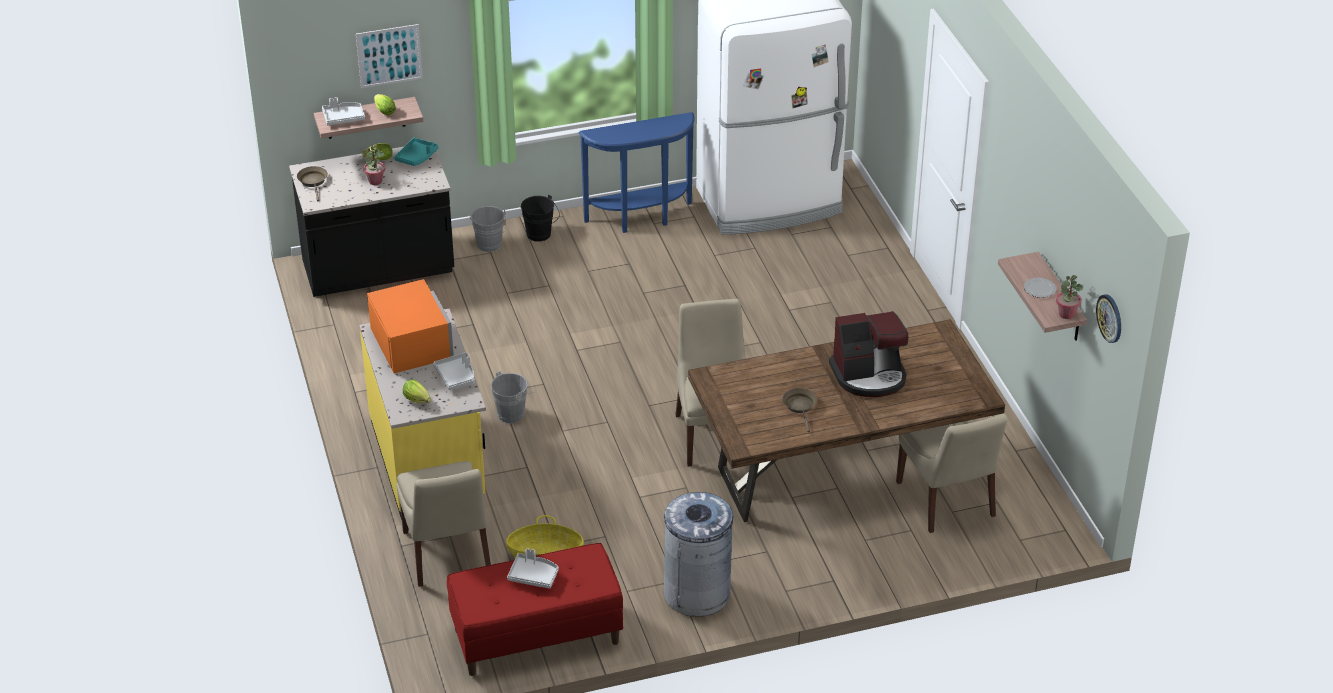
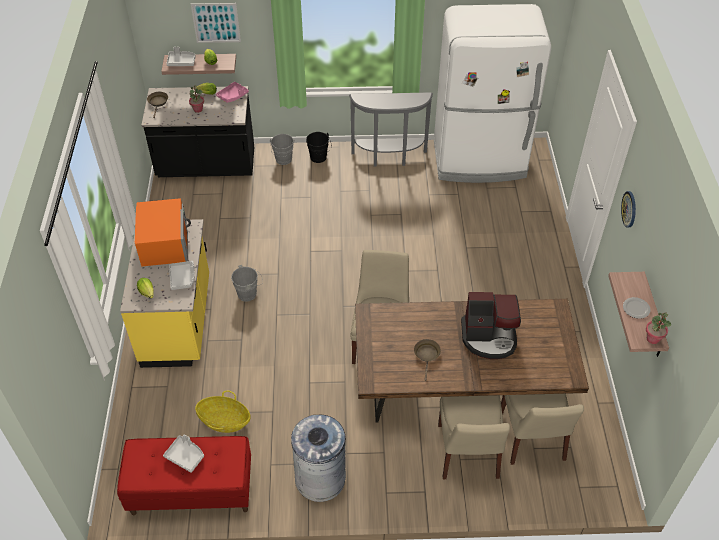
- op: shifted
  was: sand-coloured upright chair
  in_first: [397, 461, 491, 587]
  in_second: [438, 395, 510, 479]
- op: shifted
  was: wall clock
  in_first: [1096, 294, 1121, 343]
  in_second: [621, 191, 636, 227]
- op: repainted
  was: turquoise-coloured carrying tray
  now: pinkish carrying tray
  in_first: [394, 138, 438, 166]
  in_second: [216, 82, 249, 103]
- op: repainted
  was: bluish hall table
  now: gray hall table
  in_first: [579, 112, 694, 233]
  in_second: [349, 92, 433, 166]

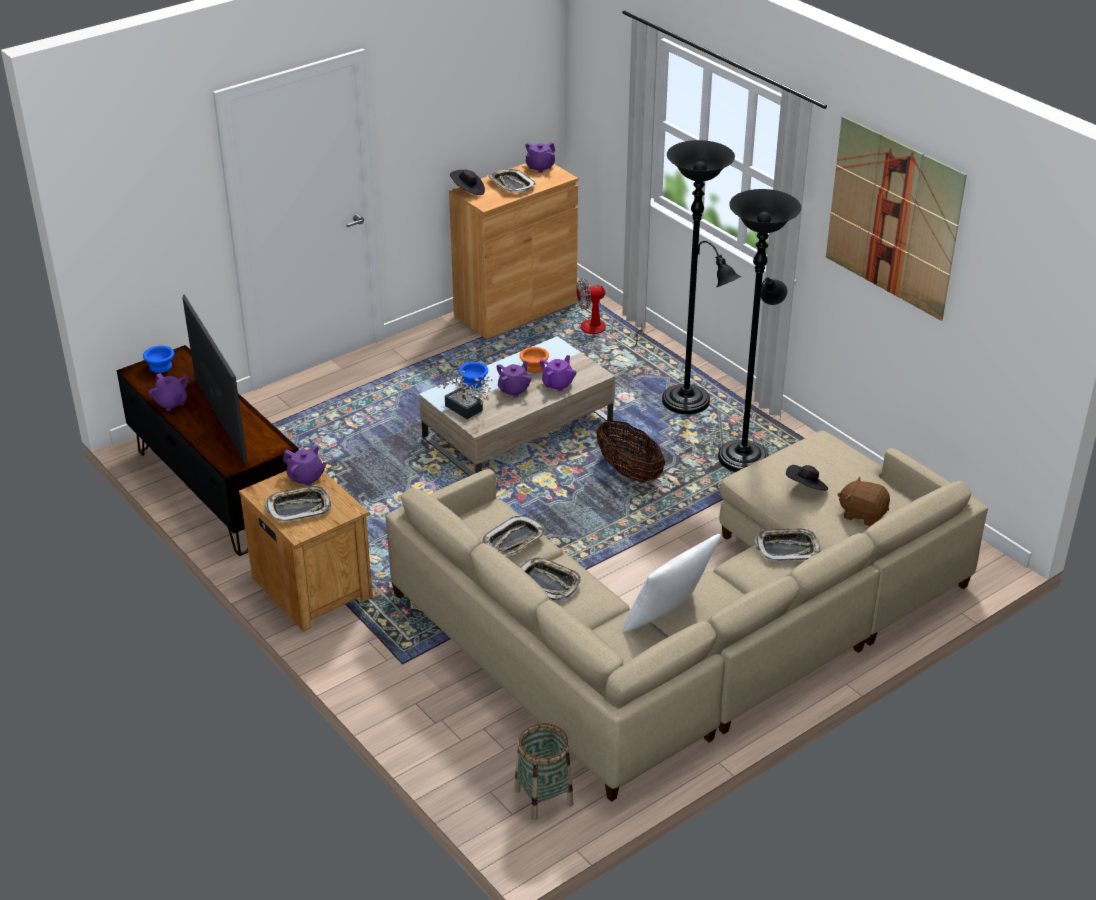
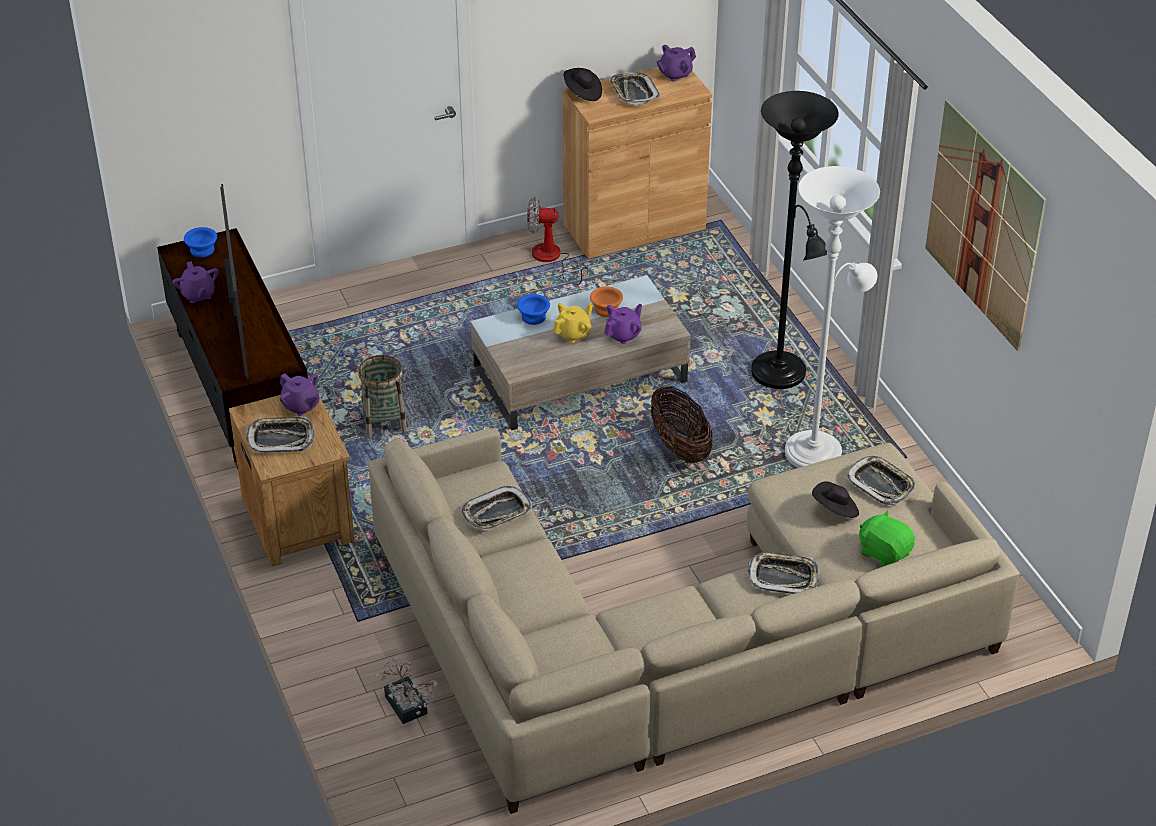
- op: gone
  was: white throw pillow
  in_first: [622, 534, 721, 632]
- op: shifted
  was: potted plant
  in_first: [438, 370, 493, 419]
  in_second: [375, 657, 439, 724]
- op: shifted
  was: basket
  in_first: [514, 723, 574, 820]
  in_second: [358, 355, 407, 437]
- op: shifted
  was: carrying tray
  in_first: [520, 558, 581, 601]
  in_second: [846, 456, 916, 505]
- op: shifted
  was: fan
  in_first: [576, 278, 643, 348]
  in_second: [527, 197, 588, 285]
- op: repainted
  was: purple tea pot
  now: yellowish tea pot
  in_first: [497, 361, 531, 397]
  in_second: [553, 303, 593, 343]
- op: repainted
  was: black-coloured standing lamp
  now: white standing lamp
  in_first: [718, 189, 801, 472]
  in_second: [785, 166, 880, 468]
- op: repainted
  was: brownish soft toy
  now: green soft toy
  in_first: [837, 477, 890, 526]
  in_second: [859, 510, 915, 566]

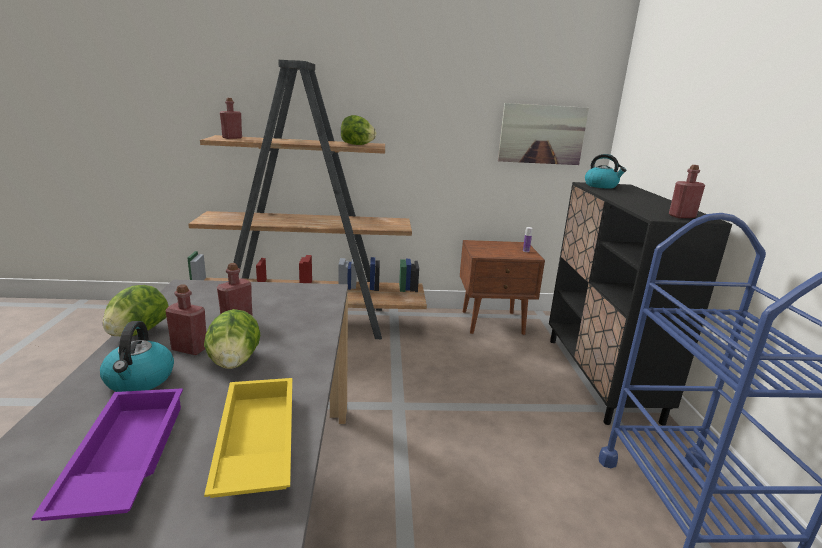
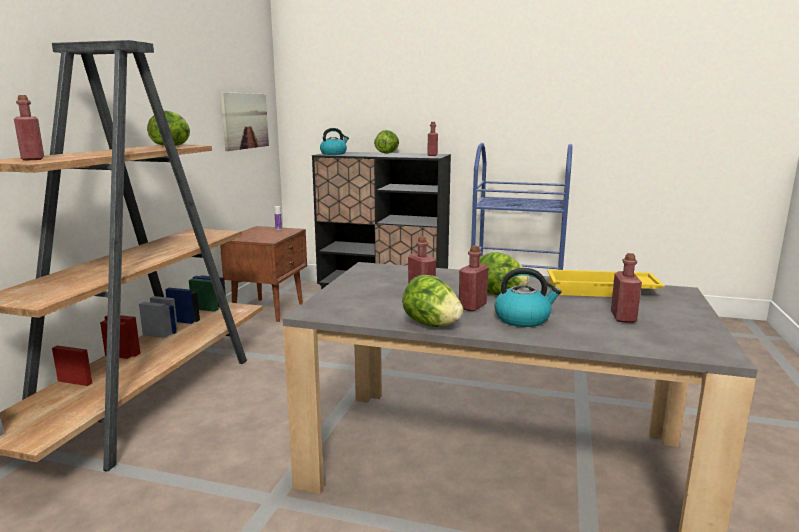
- op: new
  now: lettuce head
  in_second: [374, 130, 399, 154]
- op: swapped
  was: purple carrying tray
  now: red-coloured bottle
  in_first: [32, 388, 183, 521]
  in_second: [611, 253, 642, 323]

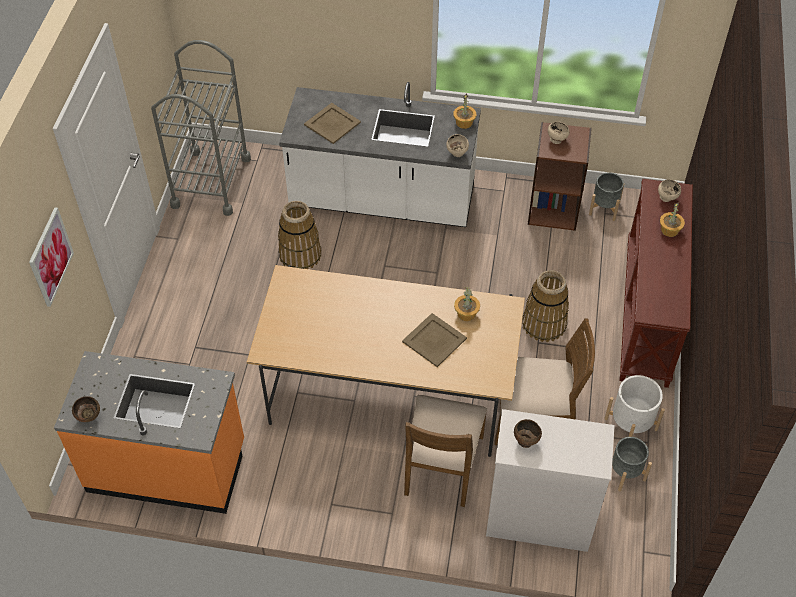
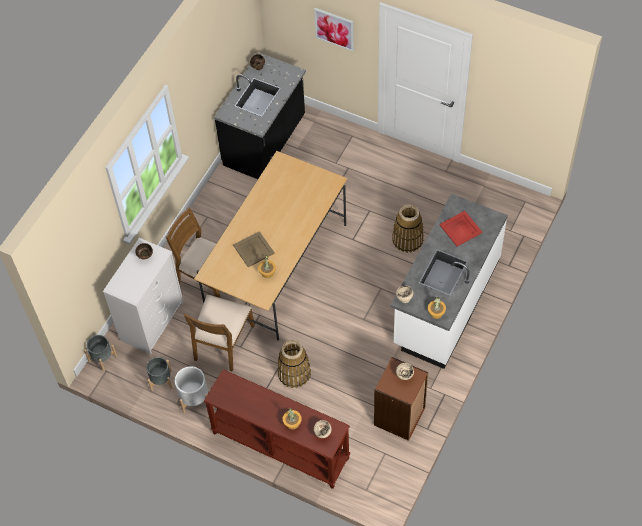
- op: gone
  was: gray trolley
  in_first: [151, 40, 251, 216]
- op: shifted
  was: gray planter
  in_first: [589, 172, 624, 221]
  in_second: [84, 335, 117, 372]
- op: repainted
  was: orange-coloured kitchen base unit
  now: black-coloured kitchen base unit
  in_first: [54, 351, 244, 514]
  in_second: [214, 52, 306, 179]
- op: repainted
  was: sand-coloured carrying tray
  now: red-coloured carrying tray
  in_first: [304, 103, 361, 144]
  in_second: [439, 211, 482, 246]

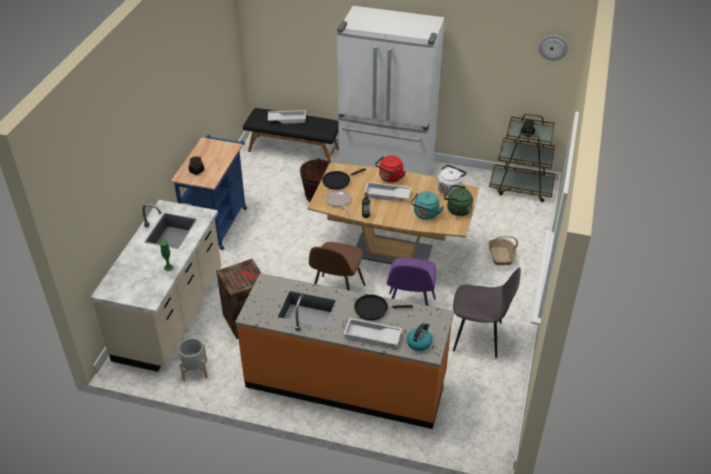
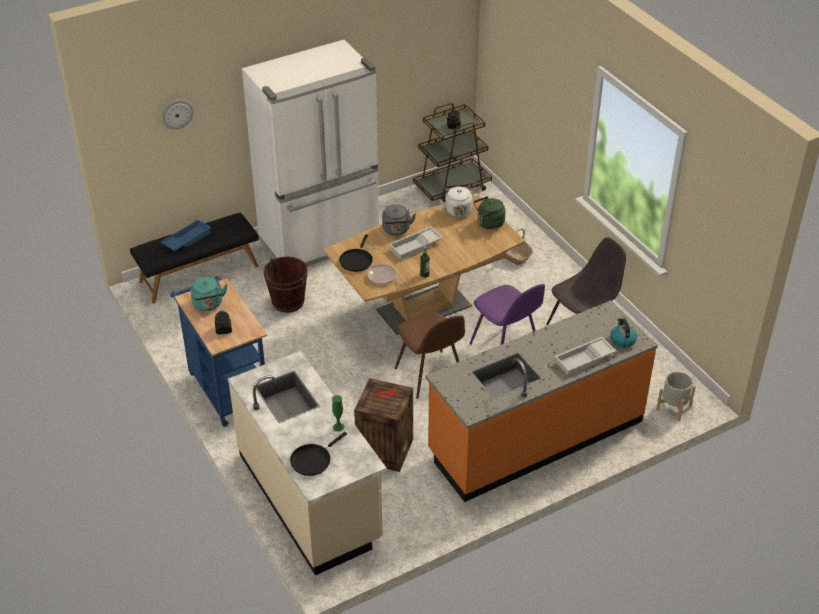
- op: shifted
  was: gray planter
  in_first: [178, 338, 207, 381]
  in_second: [656, 372, 696, 421]
- op: shifted
  was: black-coloured frying pan
  in_first: [354, 294, 413, 320]
  in_second: [290, 432, 347, 476]
- op: shifted
  was: turquoise-coloured tea kettle
  in_first: [411, 191, 444, 220]
  in_second: [191, 277, 227, 311]
- op: shifted
  was: wall clock
  in_first: [539, 35, 568, 61]
  in_second: [161, 99, 194, 130]
- op: repainted
  was: white carrying tray
  now: bluish carrying tray
  in_first: [268, 110, 306, 124]
  in_second: [161, 219, 212, 251]
- op: repainted
  was: red-coloured tea kettle
  now: gray tea kettle
  in_first: [375, 156, 406, 182]
  in_second: [382, 204, 416, 236]

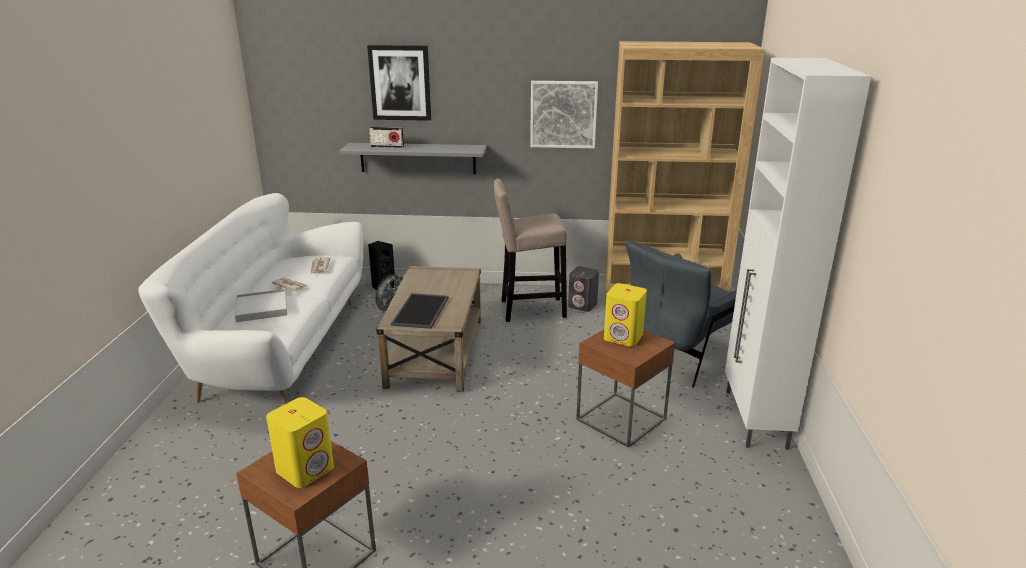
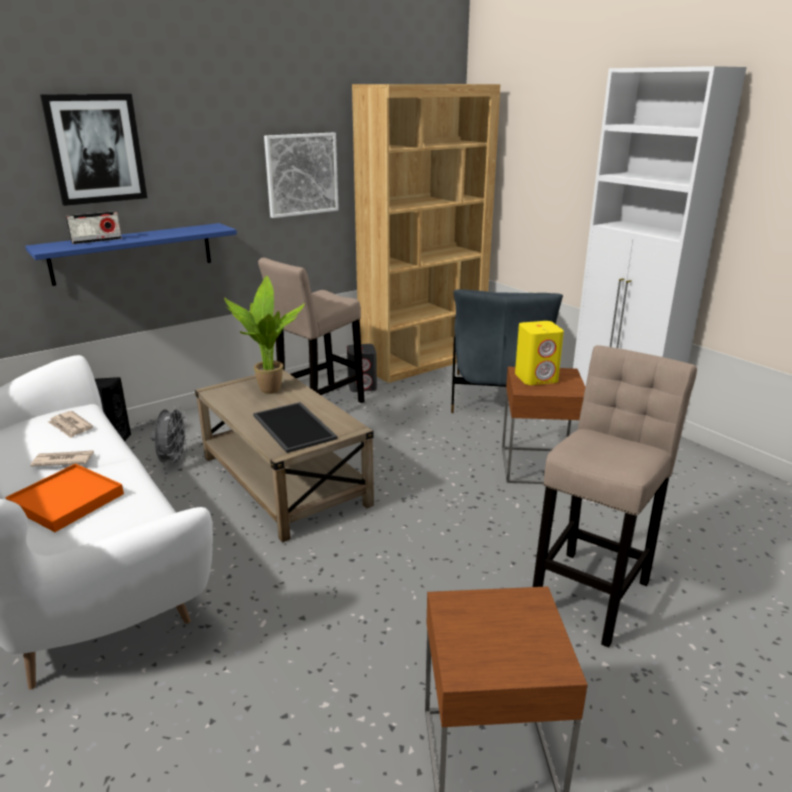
- op: gone
  was: yellowish speaker
  in_first: [266, 397, 334, 488]
- op: new
  now: potted plant
  in_second: [224, 276, 305, 394]
- op: new
  now: sand-coloured stool seat
  in_second: [533, 345, 697, 648]
- op: repainted
  was: white carrying tray
  now: orange-coloured carrying tray
  in_first: [235, 289, 287, 322]
  in_second: [5, 464, 124, 532]
- op: repainted
  was: gray wall shelf
  now: bluish wall shelf
  in_first: [339, 143, 487, 174]
  in_second: [25, 223, 237, 286]

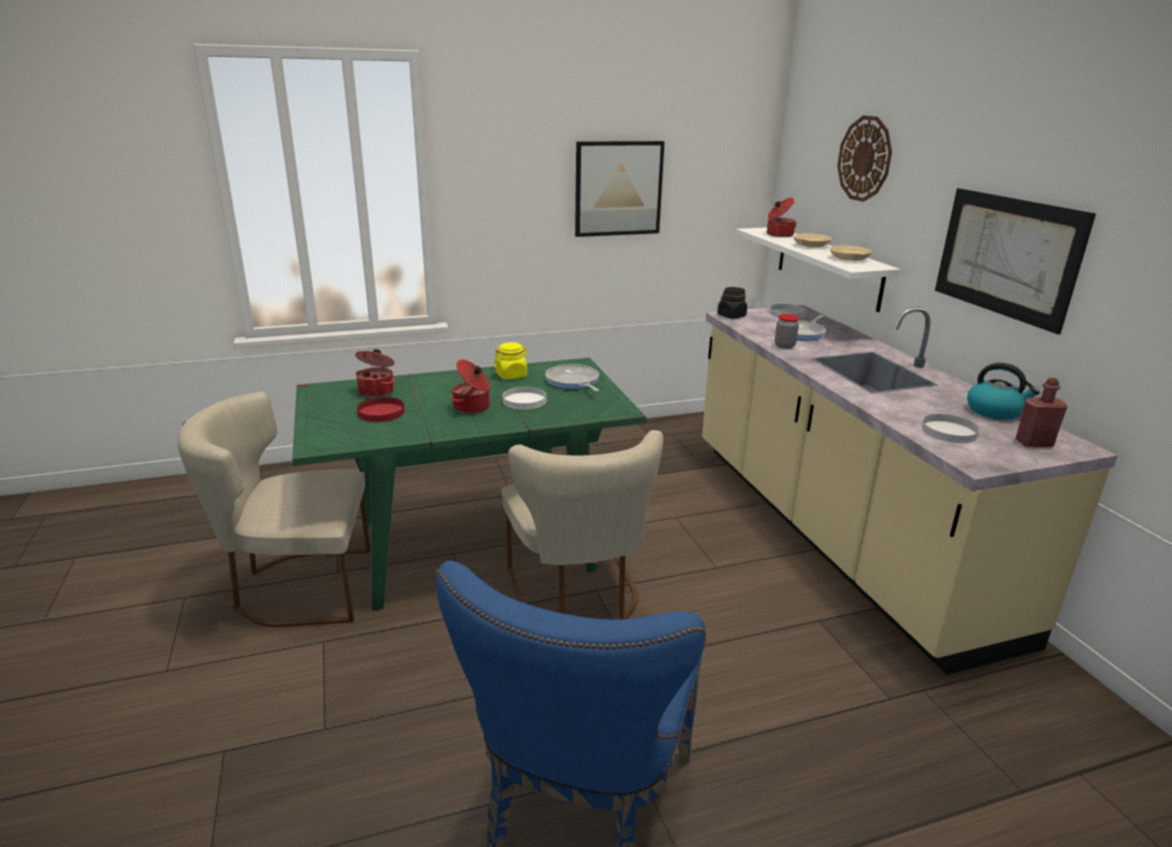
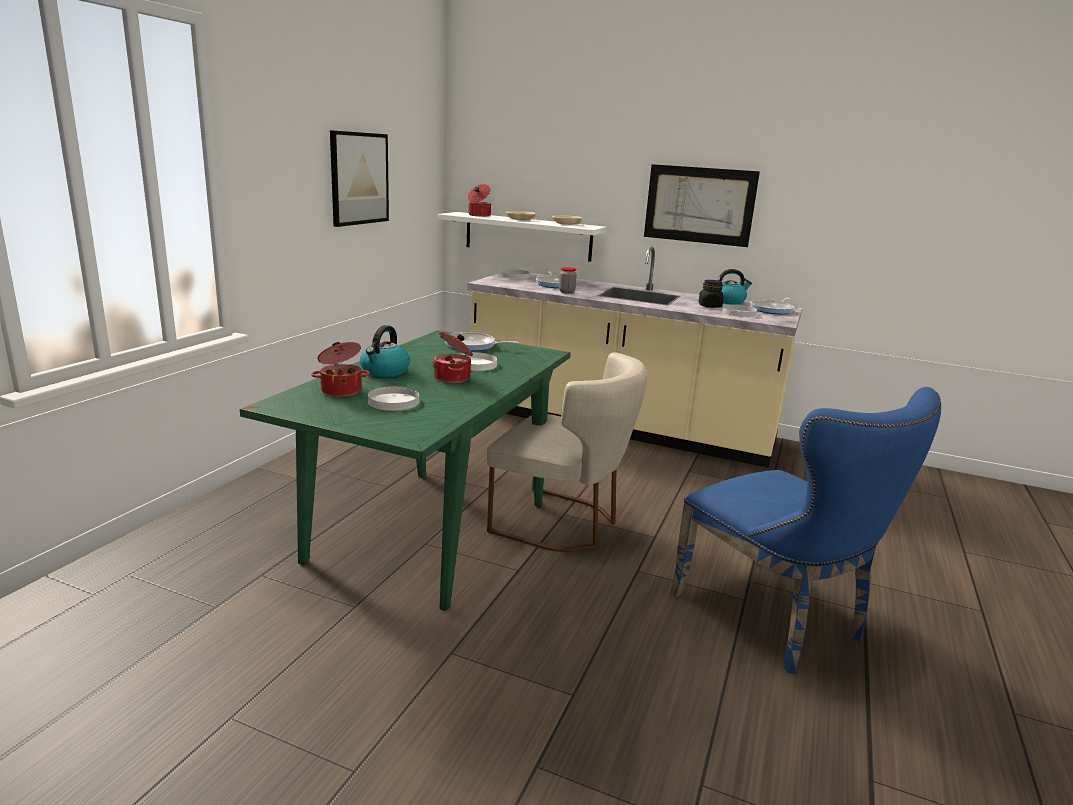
- op: gone
  was: sand-coloured upright chair
  in_first: [178, 392, 371, 627]
- op: gone
  was: yellowish jar
  in_first: [494, 342, 529, 379]
- op: gone
  was: wall clock
  in_first: [837, 115, 892, 202]
- op: new
  now: tea kettle
  in_second: [360, 325, 410, 377]
- op: shifted
  was: black-coloured jar
  in_first: [717, 287, 747, 319]
  in_second: [698, 280, 723, 308]
- op: swapped
  was: red-coloured bottle
  now: frying pan
  in_first: [1016, 378, 1068, 447]
  in_second: [750, 298, 794, 314]
- op: repainted
  was: red-coloured plate
  now: white plate
  in_first: [357, 397, 405, 422]
  in_second: [368, 386, 419, 411]

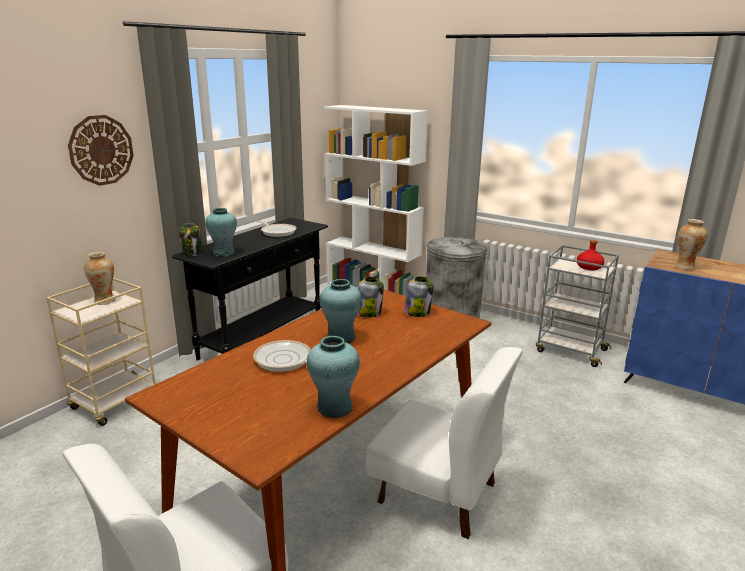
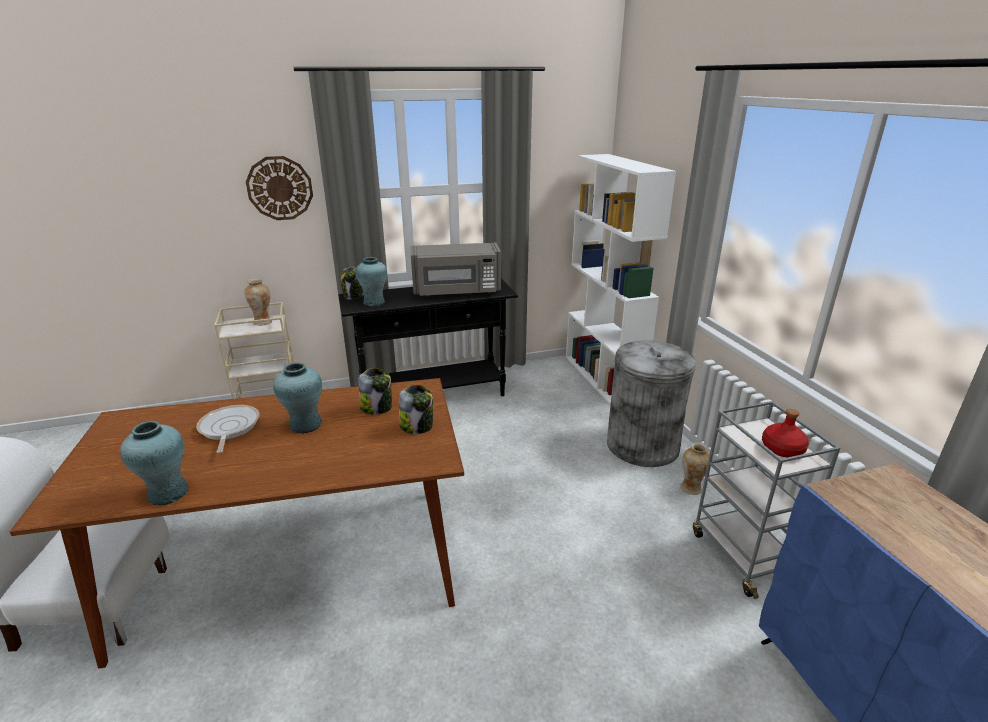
- op: gone
  was: white upright chair
  in_first: [366, 347, 523, 539]
- op: shifted
  was: vase
  in_first: [674, 219, 708, 270]
  in_second: [680, 442, 710, 495]
- op: swapped
  was: frying pan
  now: gray kitchen microwave
  in_first: [256, 220, 297, 237]
  in_second: [411, 243, 501, 296]

